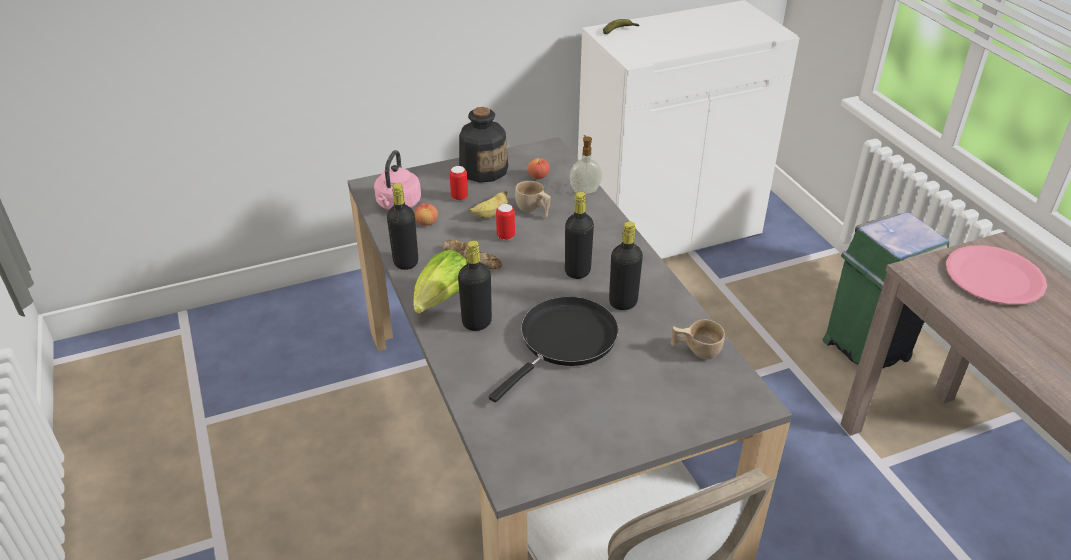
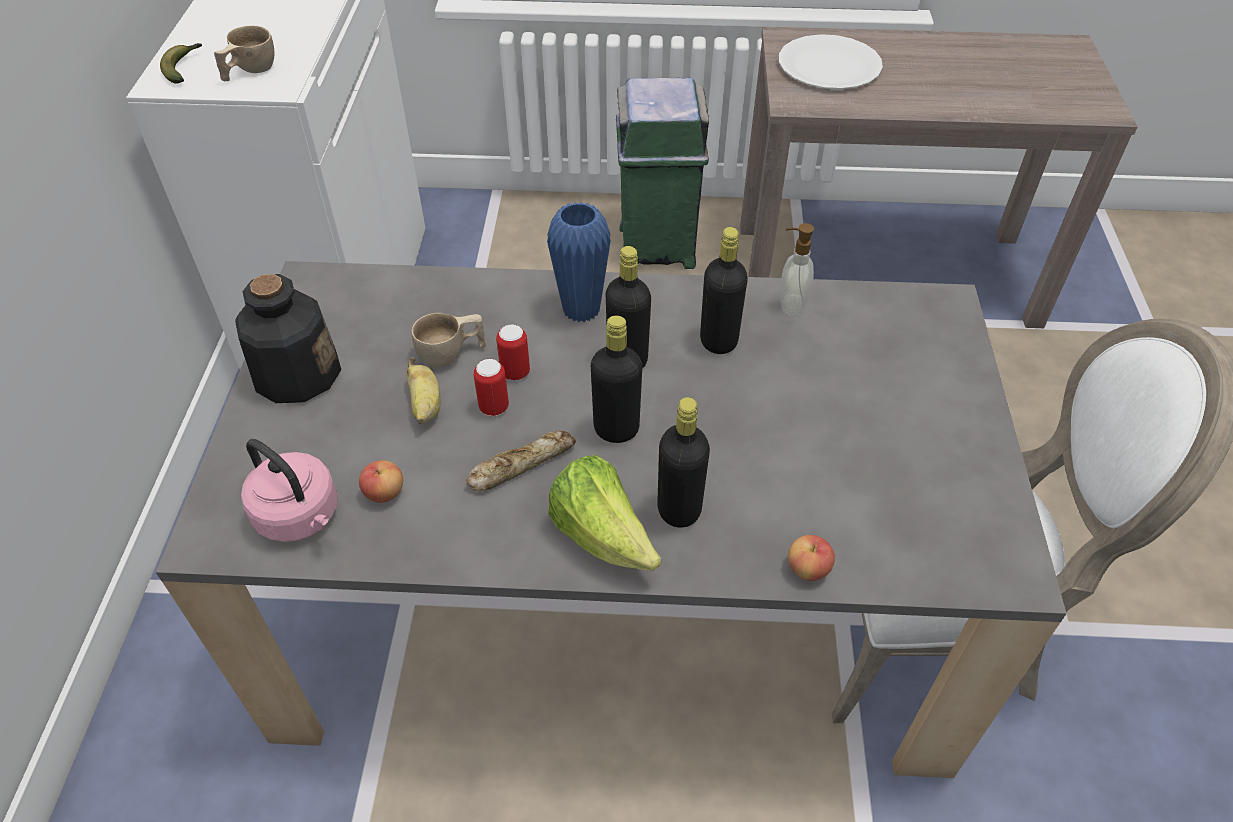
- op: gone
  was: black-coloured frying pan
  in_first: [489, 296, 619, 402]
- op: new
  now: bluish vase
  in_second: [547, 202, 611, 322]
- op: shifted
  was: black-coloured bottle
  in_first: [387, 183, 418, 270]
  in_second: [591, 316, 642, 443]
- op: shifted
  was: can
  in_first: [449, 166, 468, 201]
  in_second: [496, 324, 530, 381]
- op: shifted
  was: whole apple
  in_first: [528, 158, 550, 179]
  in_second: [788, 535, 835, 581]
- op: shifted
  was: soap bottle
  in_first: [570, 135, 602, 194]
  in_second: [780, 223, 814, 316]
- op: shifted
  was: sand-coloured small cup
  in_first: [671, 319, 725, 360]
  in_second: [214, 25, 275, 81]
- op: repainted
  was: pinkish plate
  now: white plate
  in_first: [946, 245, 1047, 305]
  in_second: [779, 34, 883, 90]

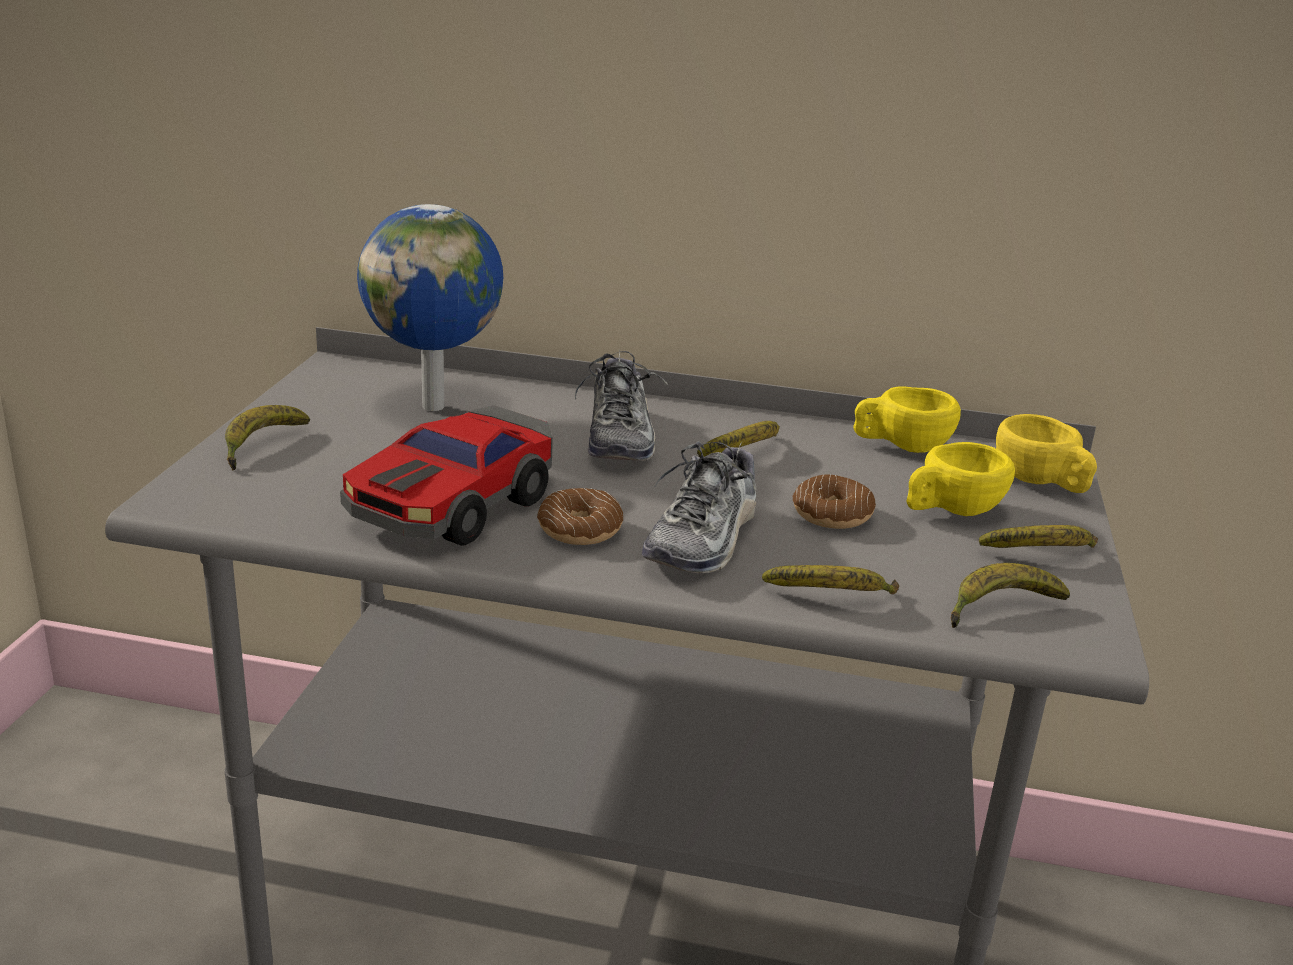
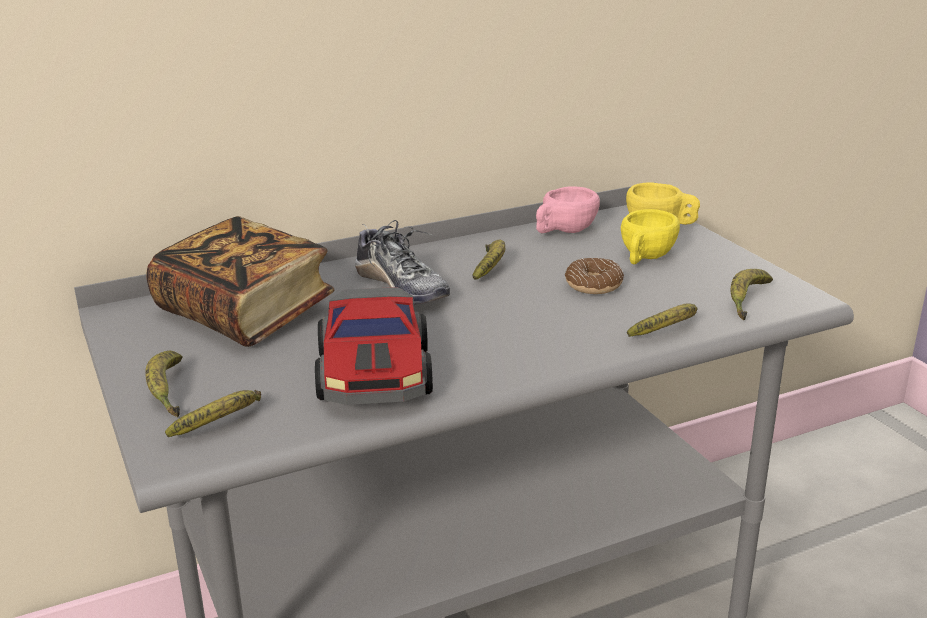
- op: gone
  was: doughnut
  in_first: [537, 488, 623, 545]
- op: gone
  was: shoe
  in_first: [642, 439, 757, 573]
- op: shifted
  was: banana
  in_first: [979, 525, 1098, 548]
  in_second: [165, 390, 261, 437]
- op: swapped
  was: world globe
  now: book
  in_first: [357, 204, 503, 411]
  in_second: [146, 216, 334, 347]
- op: repainted
  was: yellowish small cup
  now: pinkish small cup
  in_first: [853, 387, 961, 453]
  in_second: [536, 187, 600, 233]

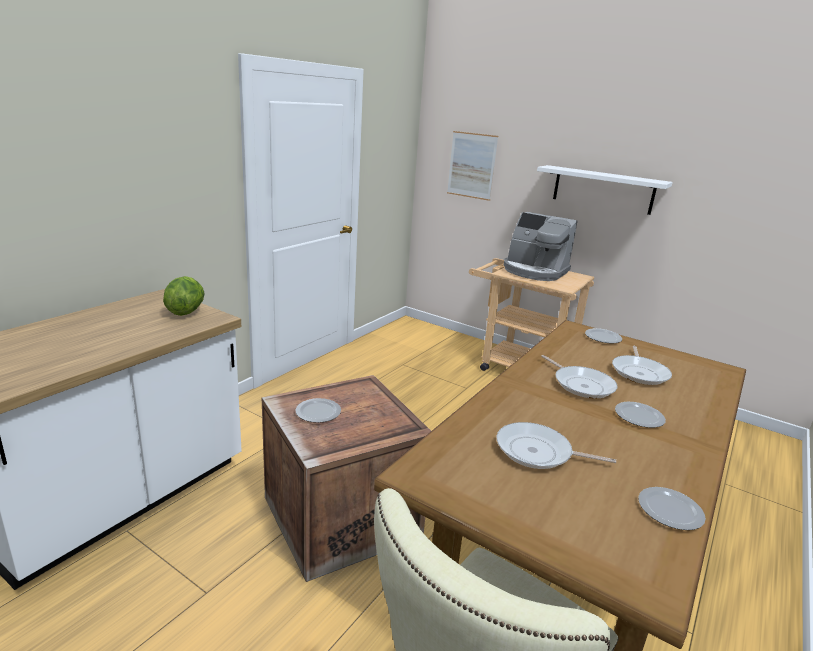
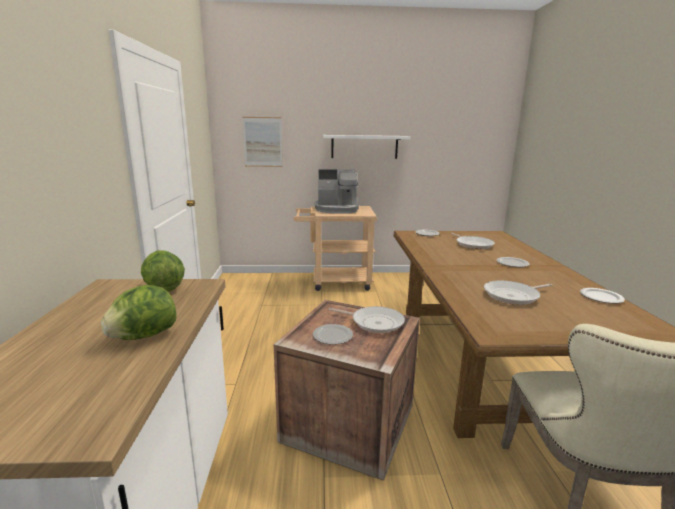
- op: new
  now: lettuce head
  in_second: [101, 285, 177, 340]
- op: shifted
  was: frying pan
  in_first: [541, 355, 618, 398]
  in_second: [329, 306, 405, 333]

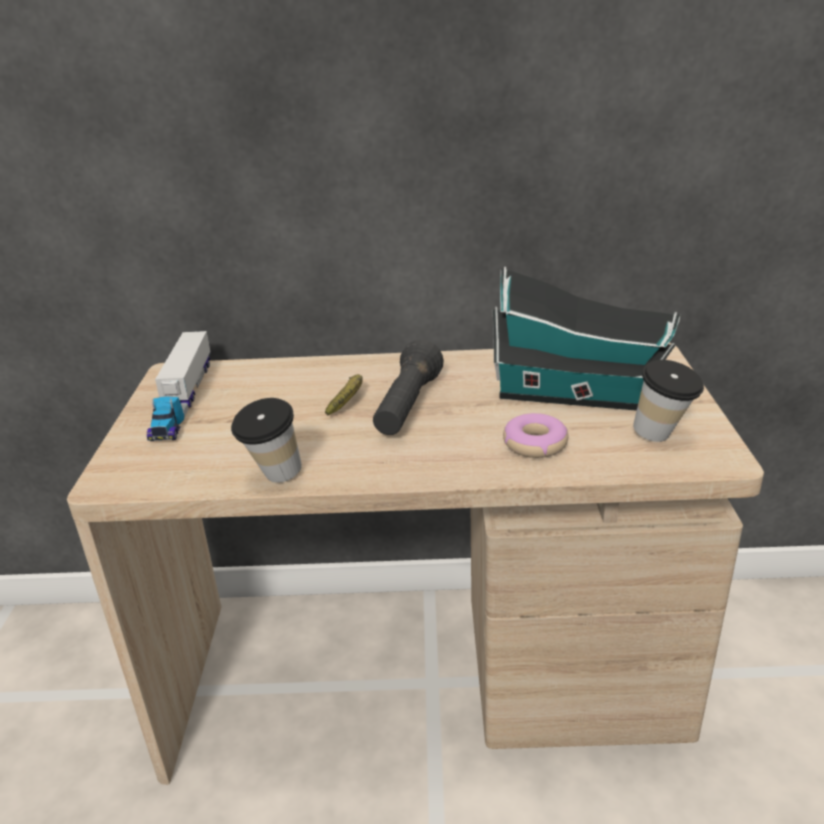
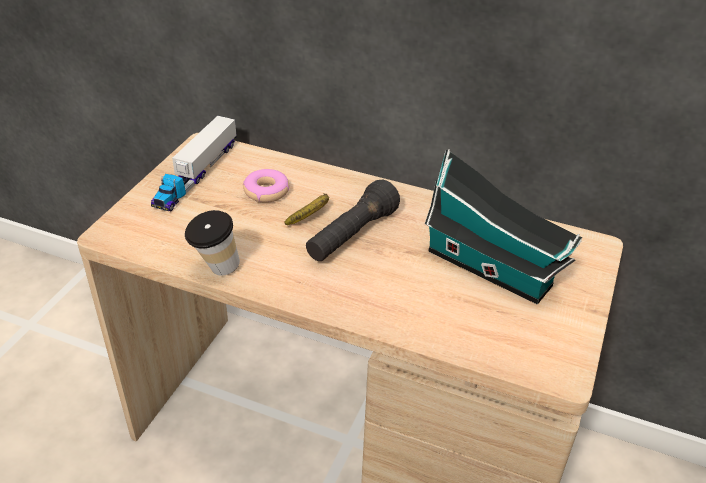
- op: gone
  was: small cup
  in_first: [633, 360, 704, 442]
- op: shifted
  was: doughnut
  in_first: [503, 413, 568, 458]
  in_second: [243, 169, 289, 203]

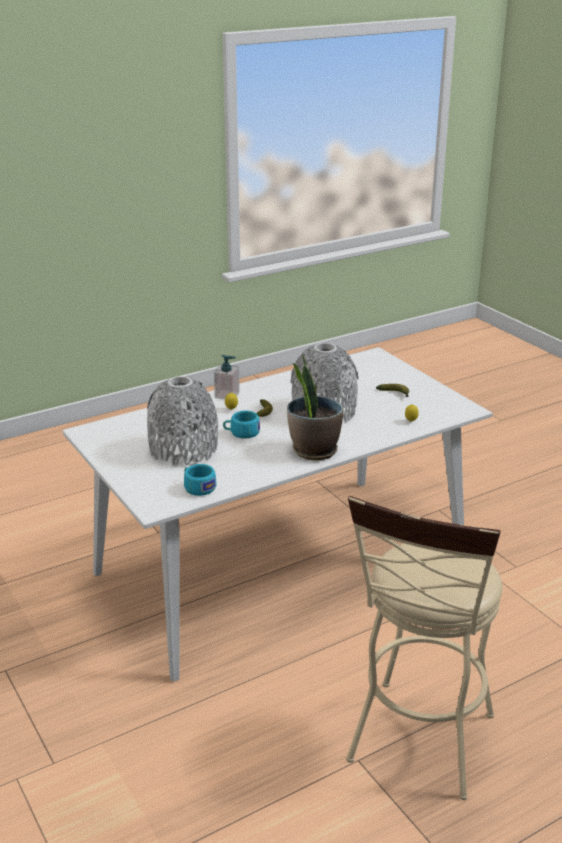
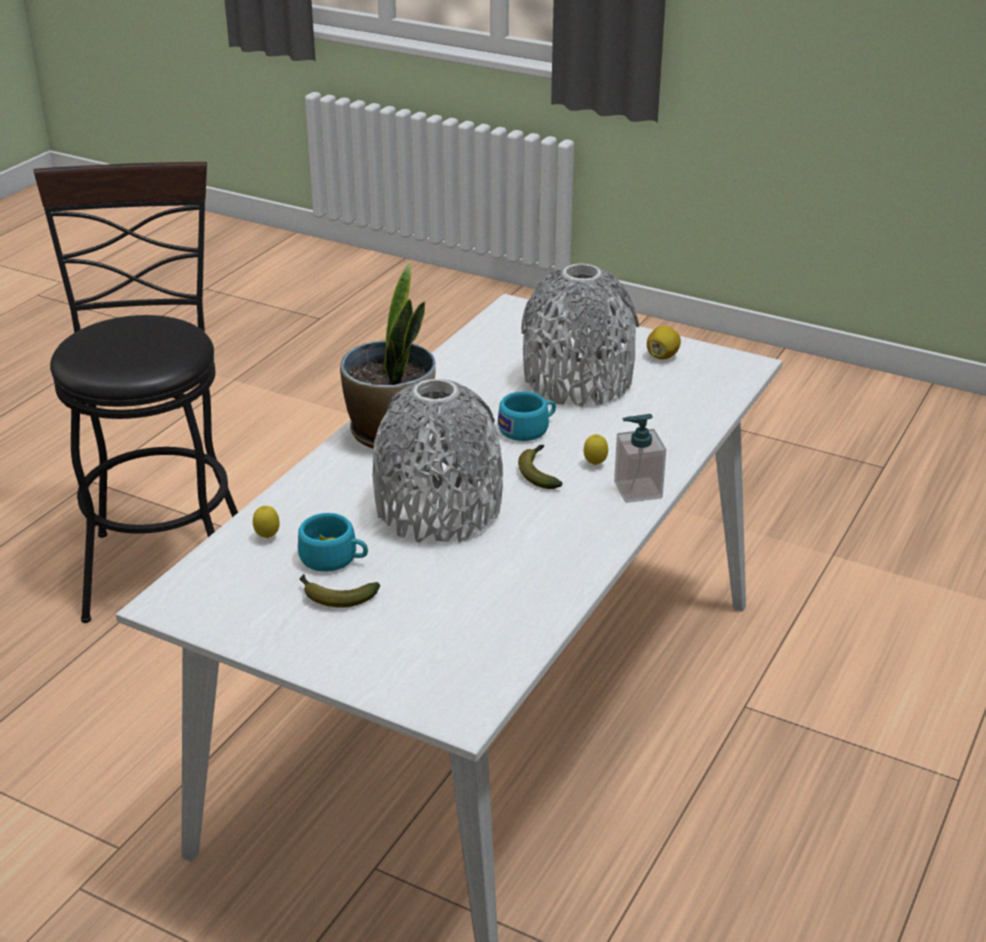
- op: new
  now: lemon
  in_second: [647, 326, 681, 360]
- op: shifted
  was: turquoise-coloured small cup
  in_first: [184, 464, 216, 496]
  in_second: [298, 513, 368, 572]
- op: repainted
  was: sand-coloured stool seat
  now: black-coloured stool seat
  in_first: [346, 496, 502, 800]
  in_second: [34, 162, 238, 623]

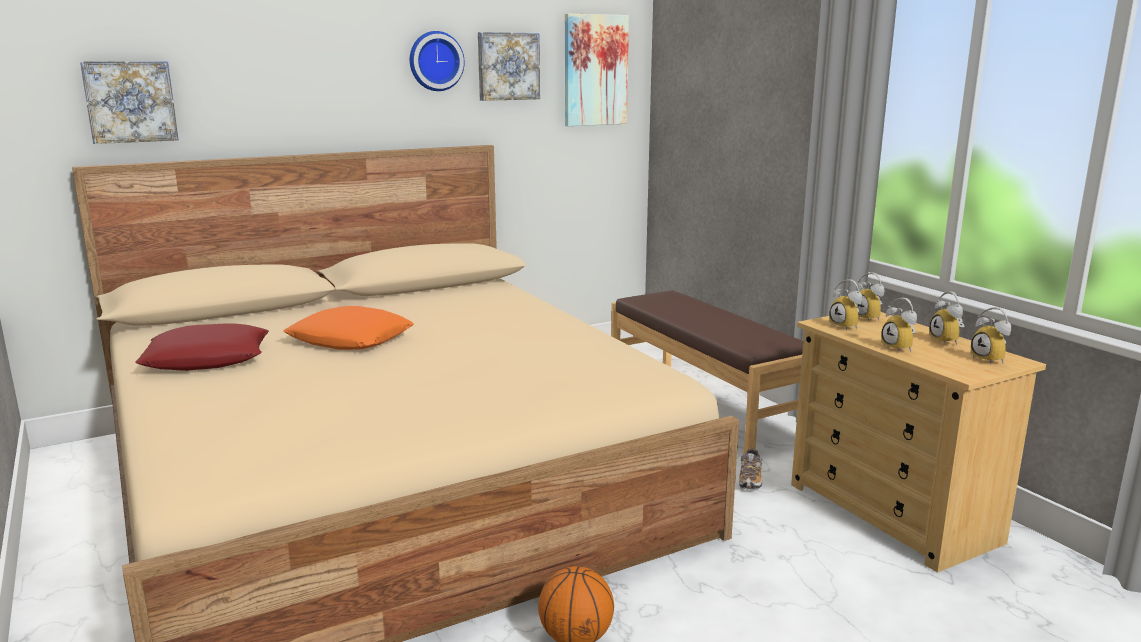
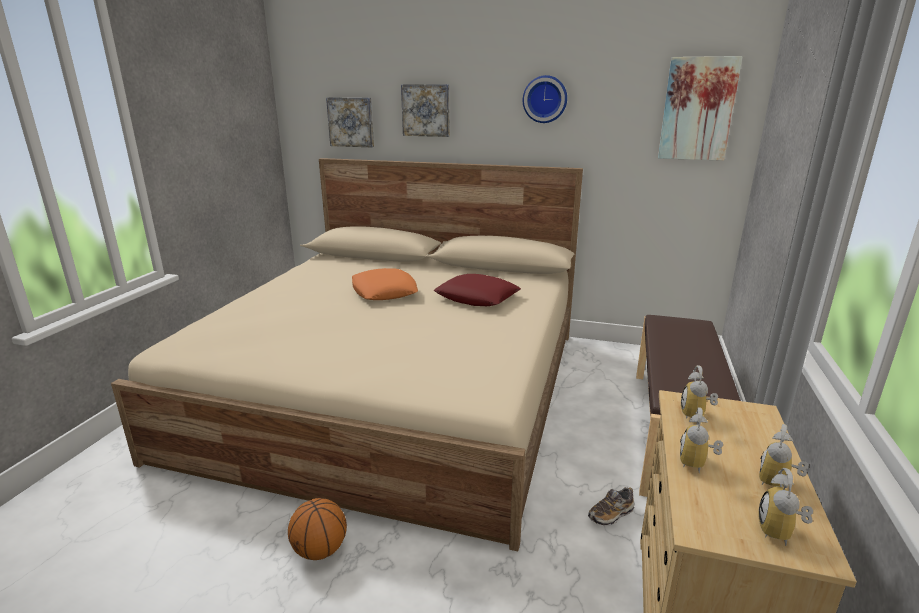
- op: gone
  was: table clock
  in_first: [854, 273, 885, 322]
- op: shifted
  was: red-coloured throw pillow
  in_first: [135, 323, 269, 371]
  in_second: [434, 274, 521, 306]
- op: shifted
  was: wall picture
  in_first: [478, 32, 540, 101]
  in_second: [401, 84, 450, 137]

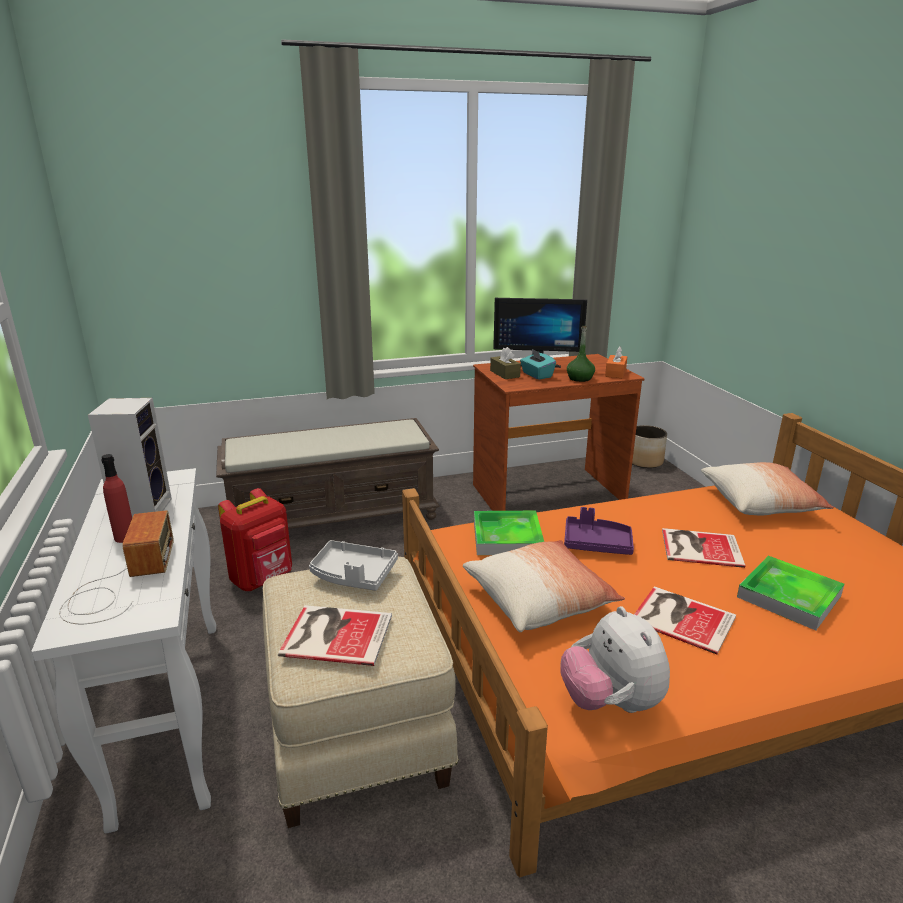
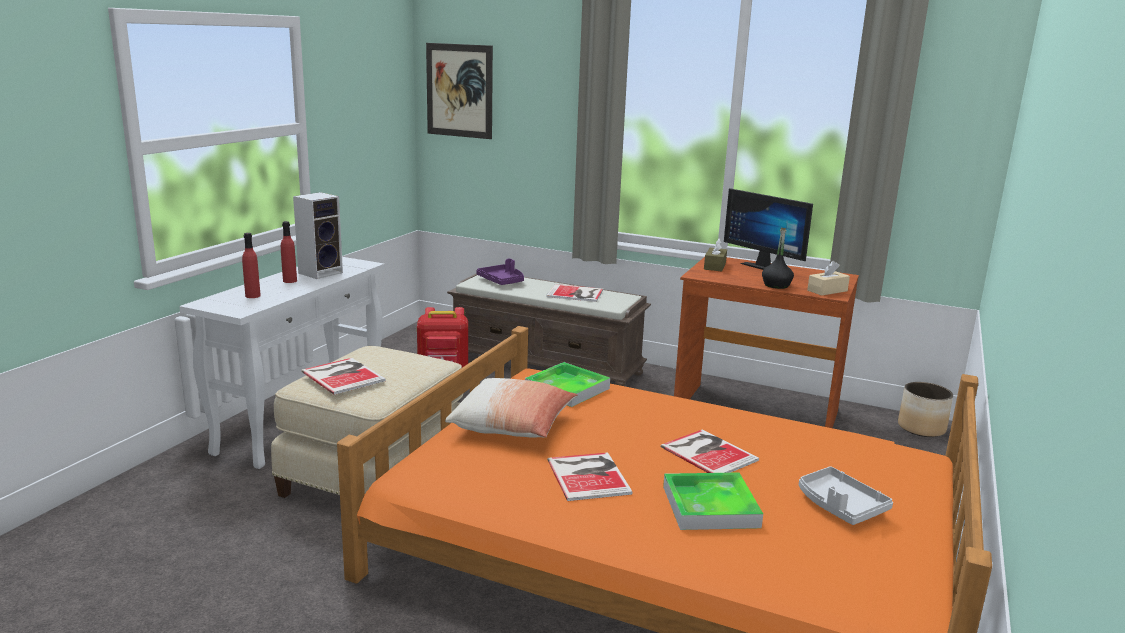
- op: gone
  was: turquoise-coloured box of tissues
  in_first: [520, 349, 556, 379]
- op: gone
  was: soft toy
  in_first: [560, 606, 670, 713]
- op: gone
  was: throw pillow
  in_first: [701, 462, 834, 516]
- op: new
  now: wall picture
  in_second: [426, 43, 493, 139]
- op: new
  now: book
  in_second: [546, 284, 603, 302]
- op: shifted
  was: gray carrying tray
  in_first: [309, 540, 398, 591]
  in_second: [799, 466, 893, 525]
- op: shifted
  was: purple carrying tray
  in_first: [564, 507, 634, 555]
  in_second: [476, 258, 524, 285]
- op: swapped
  was: radio receiver
  now: red-coloured bottle
  in_first: [59, 510, 174, 624]
  in_second: [242, 233, 261, 298]
- op: repainted
  was: green bottle
  now: black-coloured bottle
  in_first: [567, 326, 595, 382]
  in_second: [762, 228, 794, 289]
- op: repainted
  was: orange-coloured box of tissues
  now: sand-coloured box of tissues
  in_first: [605, 347, 627, 378]
  in_second: [807, 261, 850, 296]

